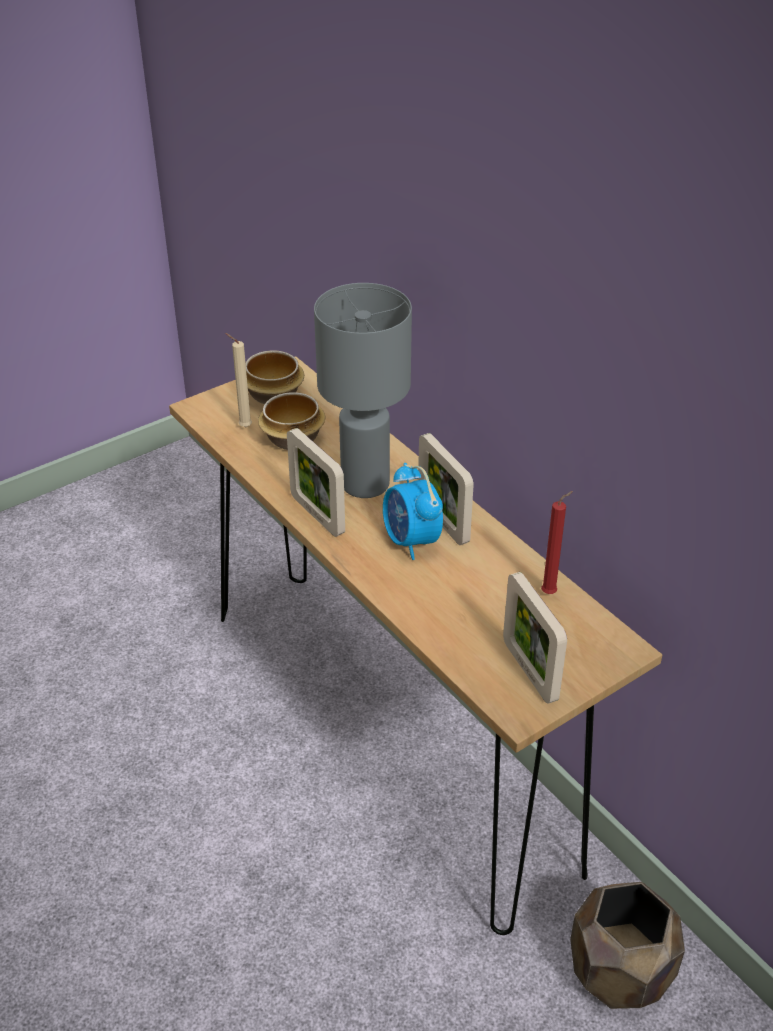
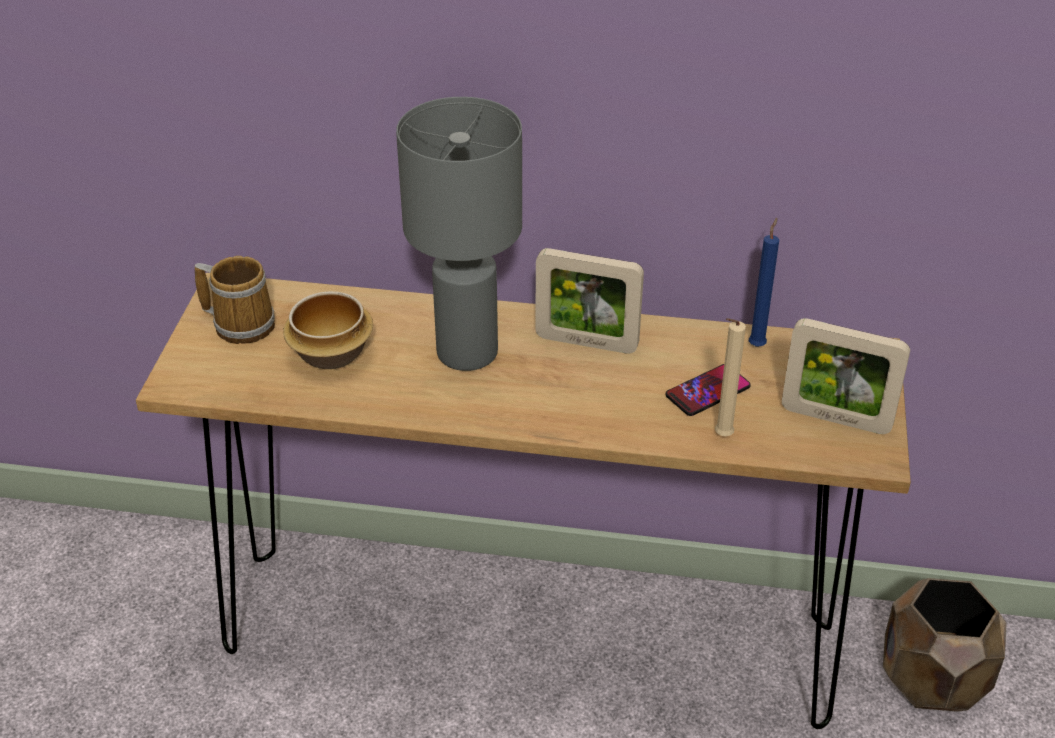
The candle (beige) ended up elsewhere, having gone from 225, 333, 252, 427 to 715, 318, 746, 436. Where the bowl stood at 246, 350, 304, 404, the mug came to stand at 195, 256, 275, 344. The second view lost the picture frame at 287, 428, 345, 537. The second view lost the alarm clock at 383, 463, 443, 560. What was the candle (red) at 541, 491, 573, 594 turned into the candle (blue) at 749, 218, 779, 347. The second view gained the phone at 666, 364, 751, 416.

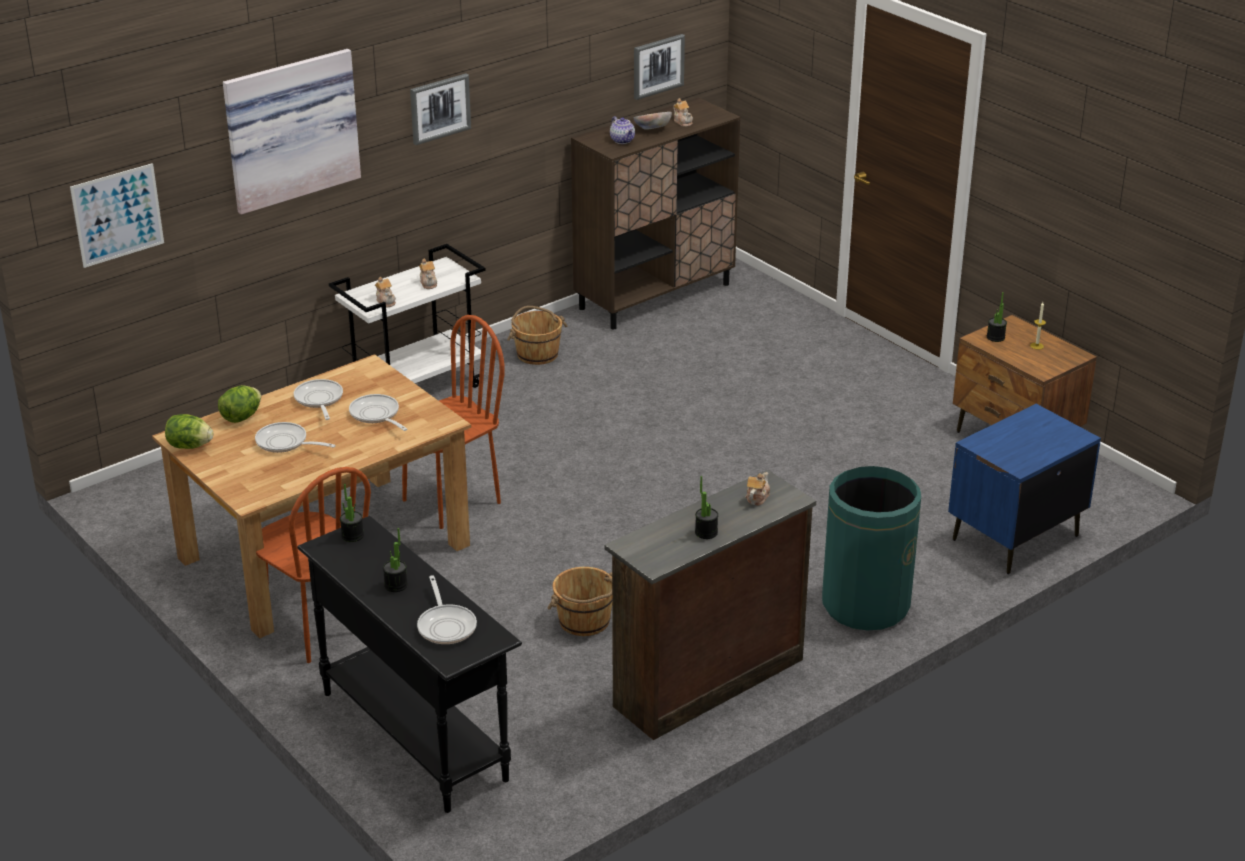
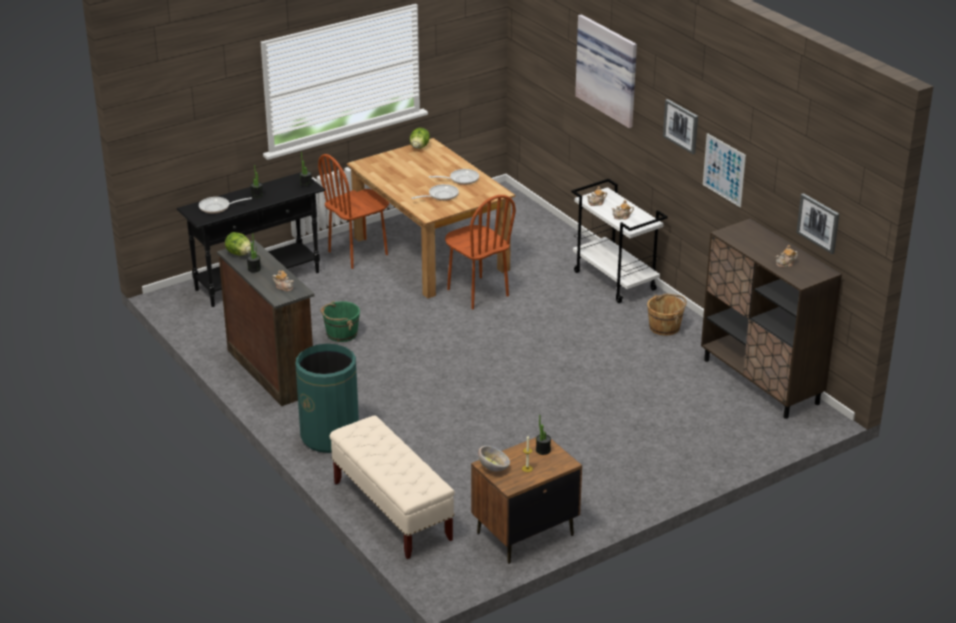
The picture ended up elsewhere, having gone from 70, 163, 164, 268 to 703, 133, 746, 208. The lettuce ended up elsewhere, having gone from 218, 385, 261, 423 to 225, 232, 251, 256. The second view lost the frying pan at 255, 422, 336, 453. What was the bucket (brown) at 547, 567, 612, 636 turned into the bucket (green) at 320, 301, 360, 342. The second view lost the teapot at 610, 116, 635, 144. The bowl ended up elsewhere, having gone from 634, 112, 672, 130 to 478, 446, 510, 472. Where the nightstand (blue) stood at 948, 404, 1101, 574, the bench (beige) came to stand at 330, 415, 455, 559.

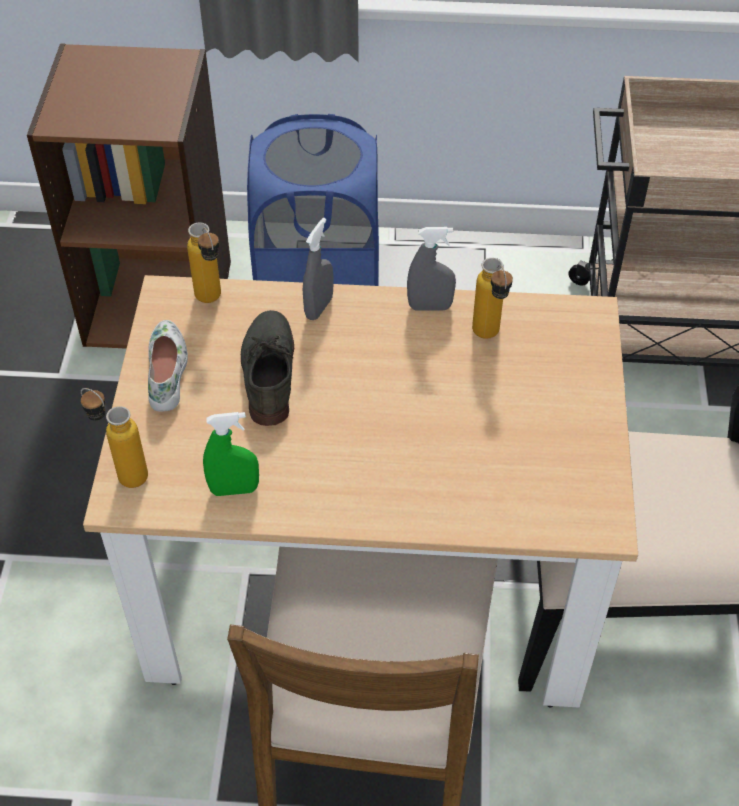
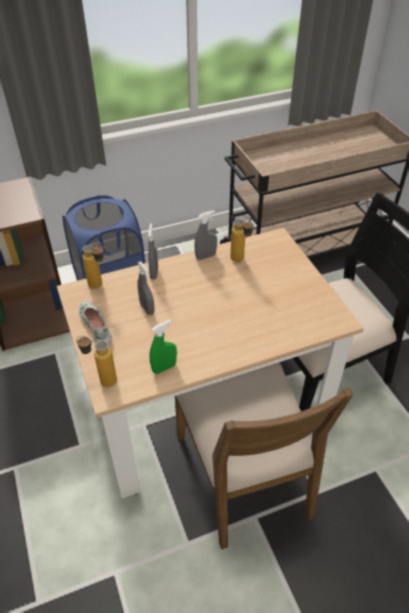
Where the shoe (grey) stood at 241, 310, 294, 426, the spray bottle (grey) came to stand at 138, 261, 155, 315.

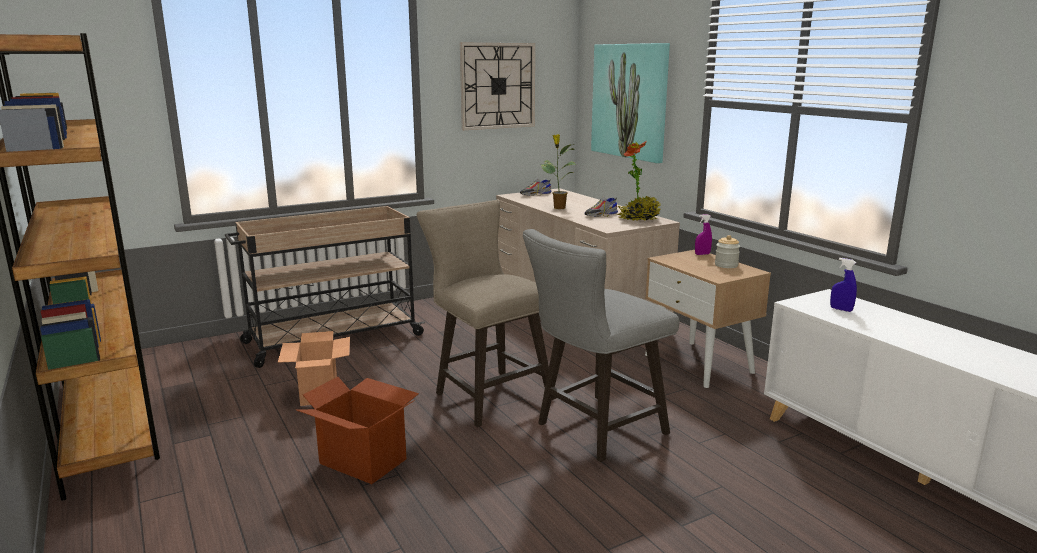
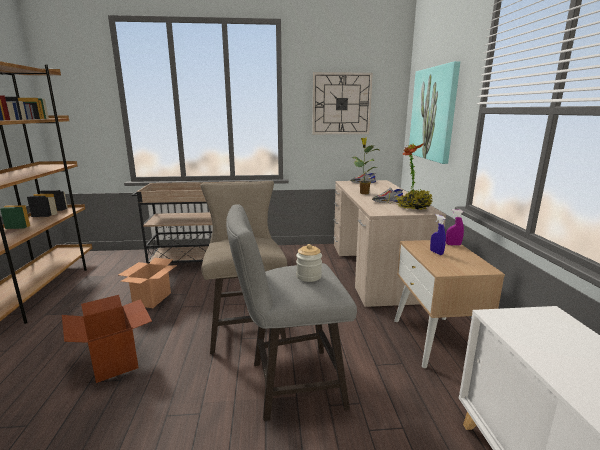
The jar ended up elsewhere, having gone from 715, 235, 740, 268 to 296, 244, 322, 282. The spray bottle (blue) ended up elsewhere, having gone from 830, 258, 857, 312 to 430, 214, 446, 255.

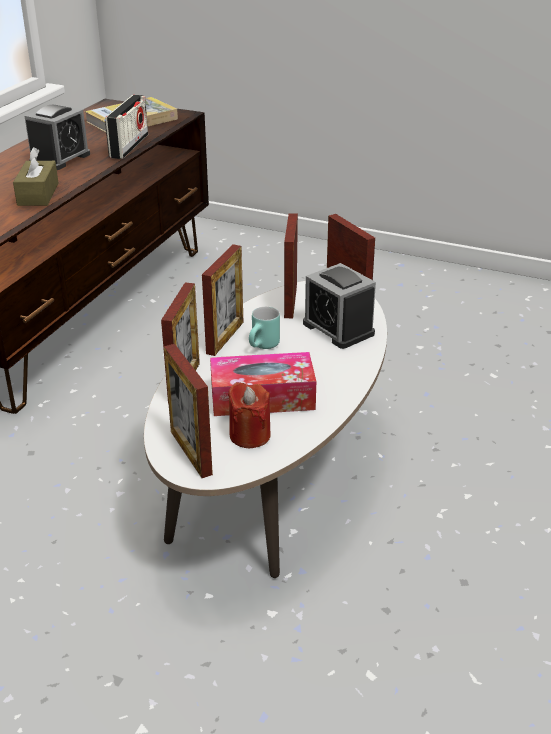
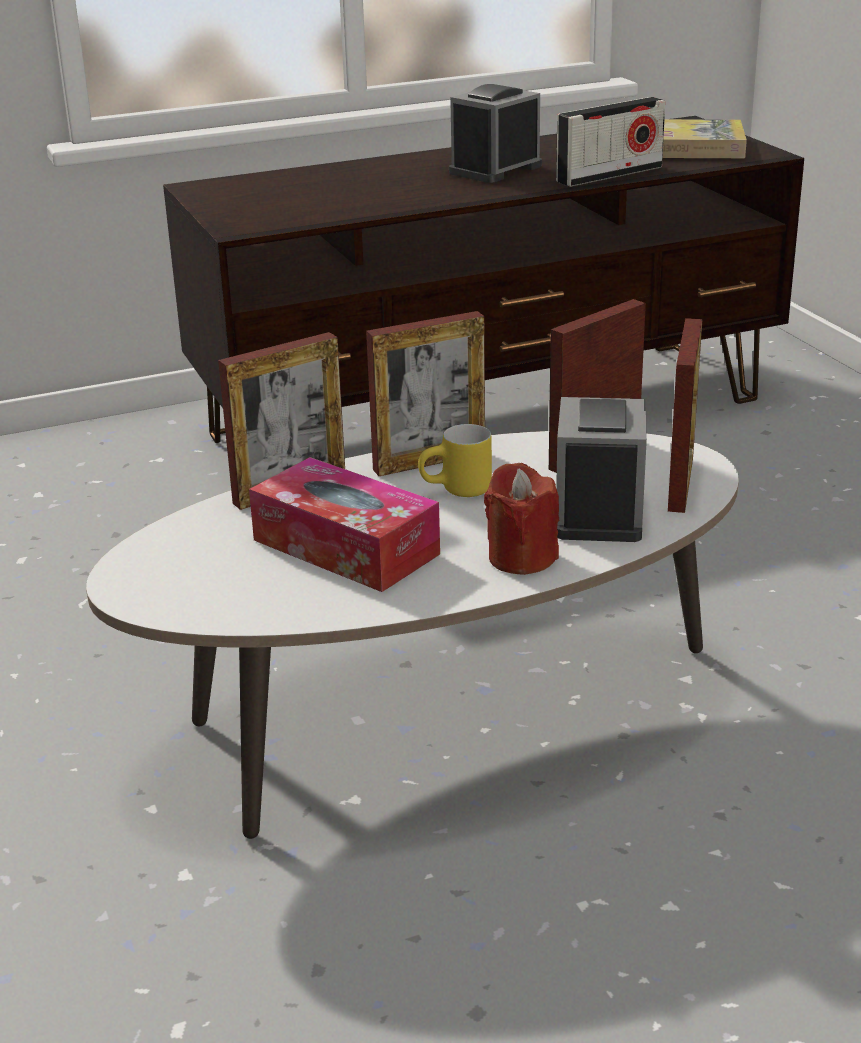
The second view lost the tissue box (brown) at 13, 147, 59, 206. The alarm clock at 24, 104, 90, 170 ended up facing another way, 150 degrees clockwise from before. The second view lost the picture frame at 164, 344, 213, 478. The candle (red) ended up elsewhere, having gone from 228, 382, 271, 448 to 484, 463, 559, 575. What was the mug (turquoise) at 249, 306, 280, 349 turned into the mug (yellow) at 418, 424, 492, 497.

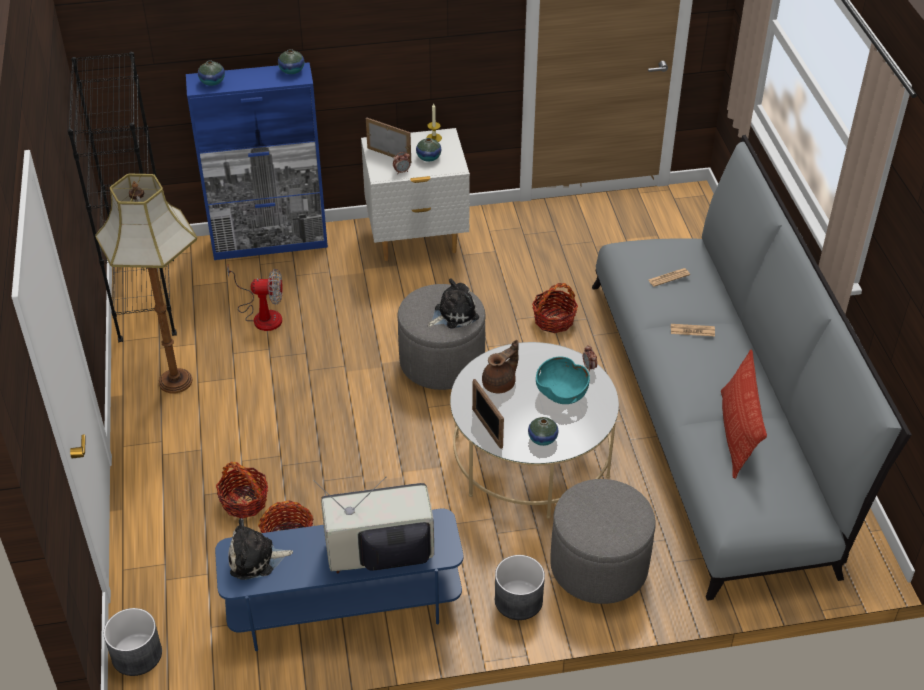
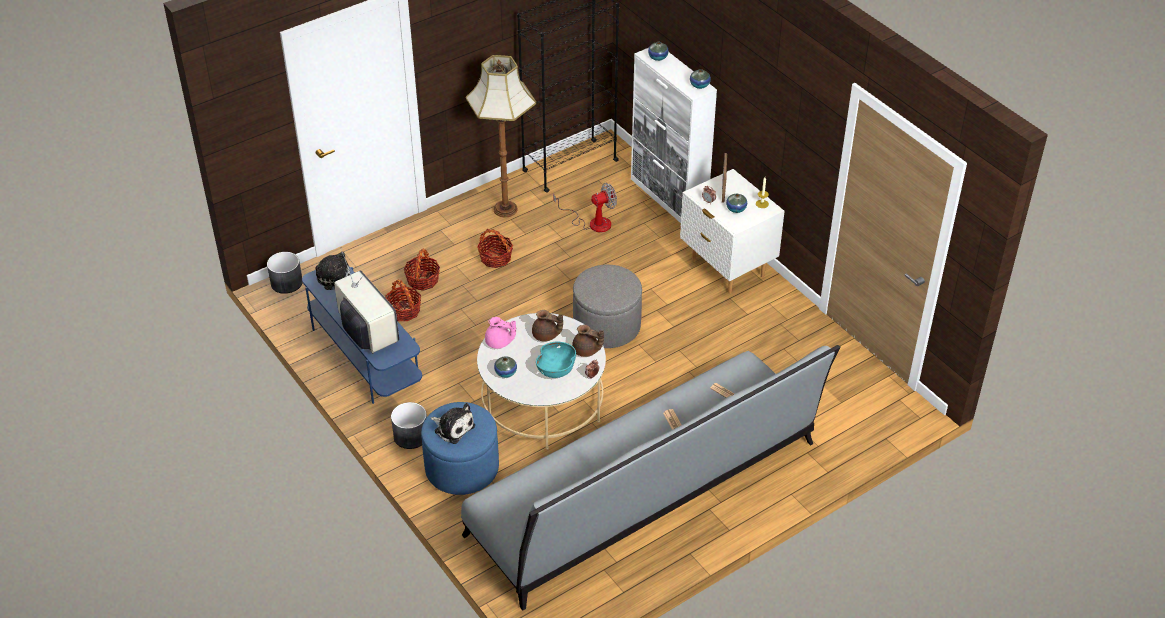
What was the cabinet (blue) at 186, 62, 328, 260 turned into the cabinet (white) at 631, 48, 717, 223. The fan at 227, 266, 283, 331 ended up facing another way, 90 degrees counterclockwise from before. The plush toy ended up elsewhere, having gone from 427, 278, 479, 329 to 431, 403, 475, 444. Where the picture frame stood at 472, 379, 504, 449, the teapot (pink) came to stand at 485, 317, 516, 349. The basket ended up elsewhere, having gone from 532, 283, 578, 333 to 477, 229, 513, 268. What was the ottoman (grey) at 550, 479, 656, 604 turned into the ottoman (blue) at 421, 402, 499, 495. The second view lost the pillow at 721, 349, 767, 479. The second view gained the teapot (brown) at 572, 325, 604, 357.

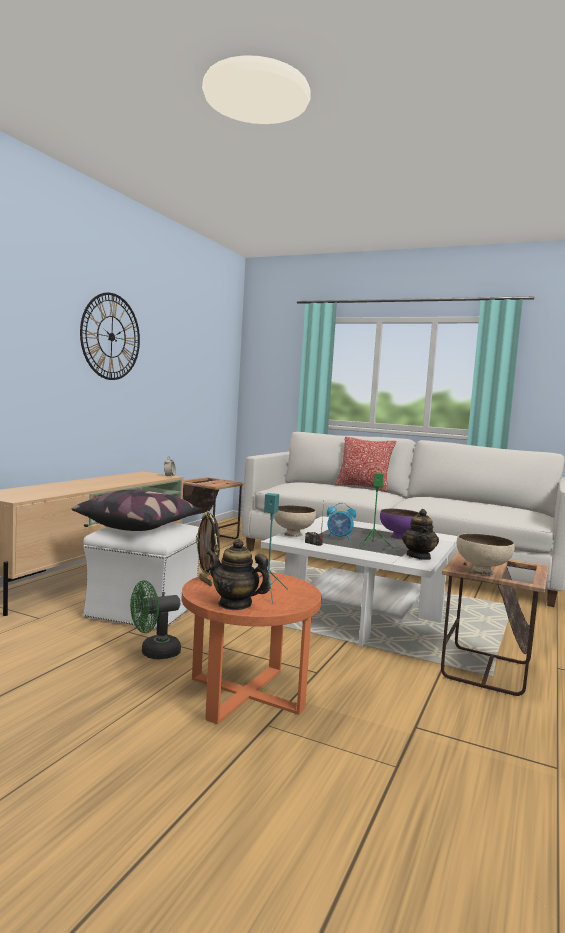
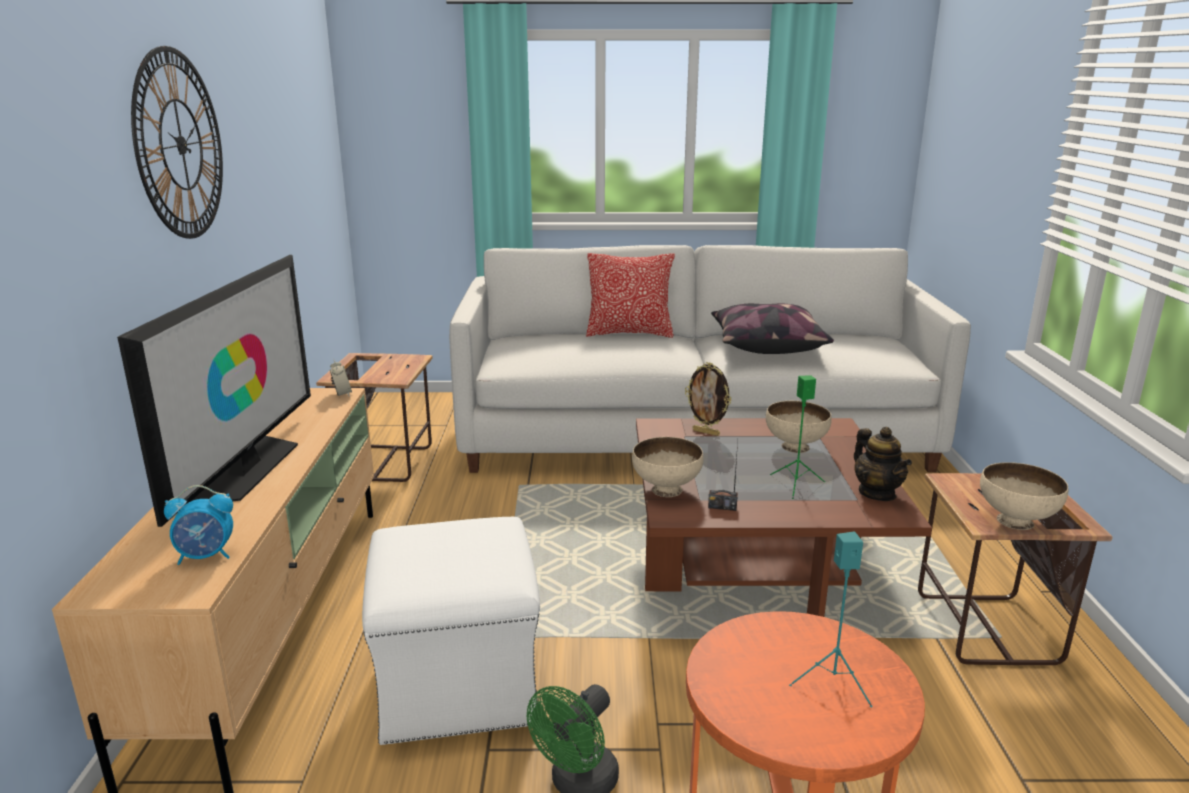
The pillow ended up elsewhere, having gone from 72, 489, 202, 531 to 711, 304, 834, 354. The picture frame ended up elsewhere, having gone from 196, 511, 220, 586 to 685, 362, 731, 436. The second view lost the teapot at 207, 539, 270, 610. What was the coffee table (white) at 261, 516, 458, 647 turned into the coffee table (brown) at 636, 418, 932, 617. The alarm clock ended up elsewhere, having gone from 327, 503, 356, 540 to 164, 485, 233, 565. What was the bowl (purple) at 380, 509, 419, 539 turned into the bowl (beige) at 766, 401, 832, 453. The second view gained the television at 117, 255, 311, 527.

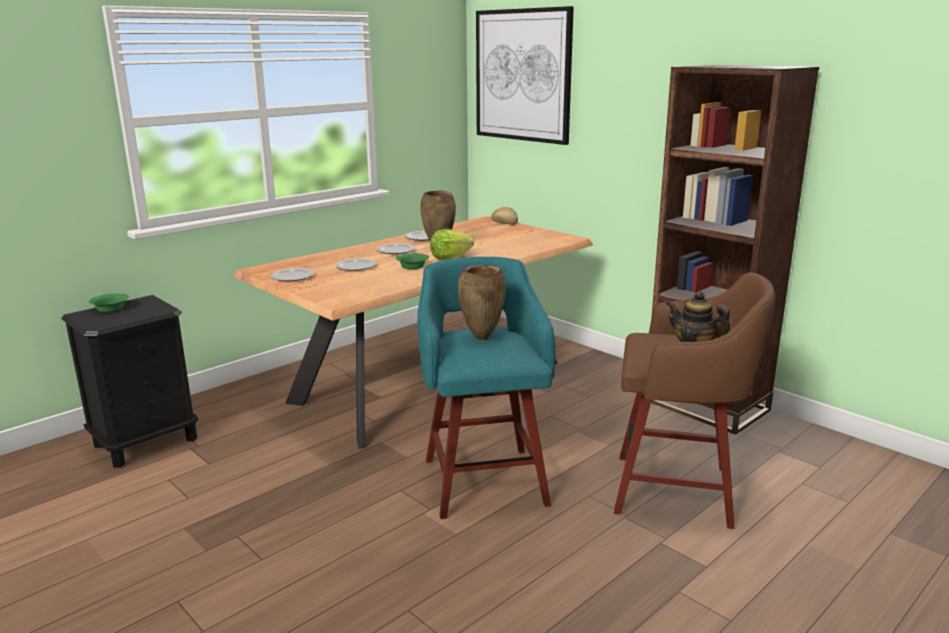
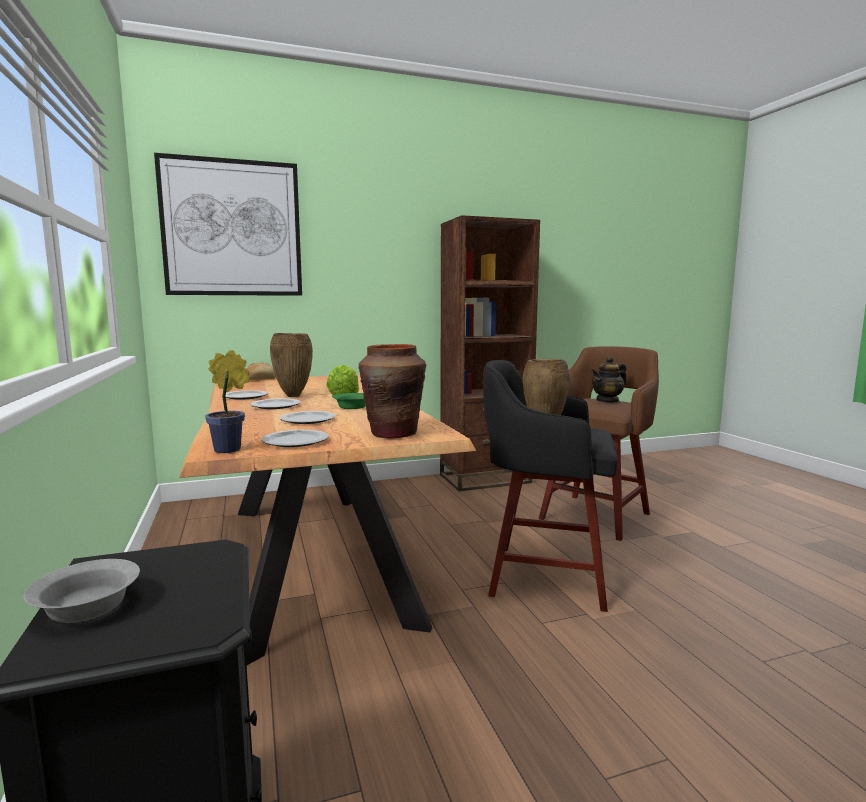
What was the bowl (green) at 89, 293, 129, 312 turned into the bowl (grey) at 24, 559, 140, 623. What was the stool (turquoise) at 417, 257, 555, 519 turned into the stool (black) at 483, 360, 618, 612. The second view gained the potted plant at 205, 350, 249, 453. The second view gained the vase (brown) at 359, 344, 426, 439.

